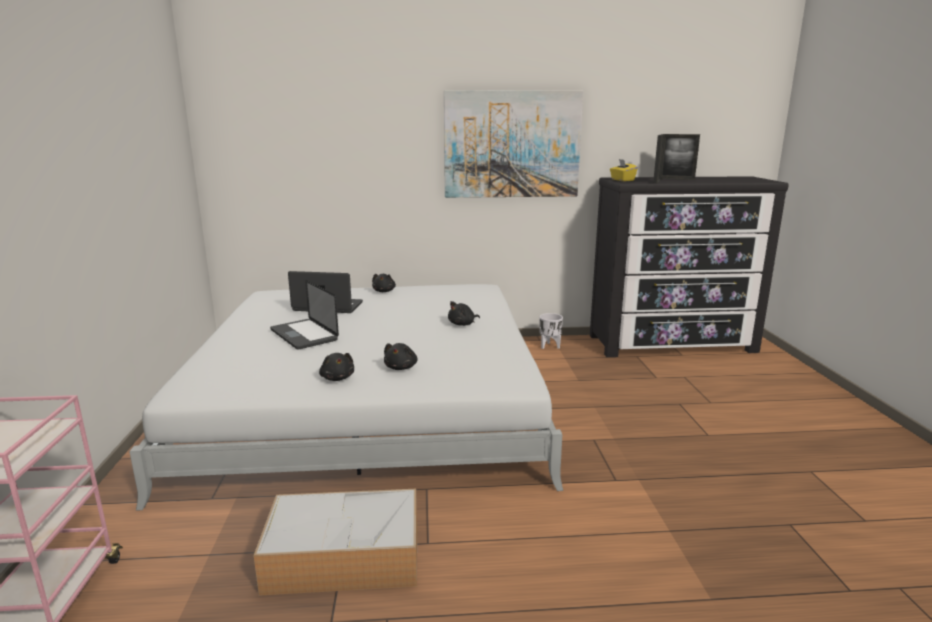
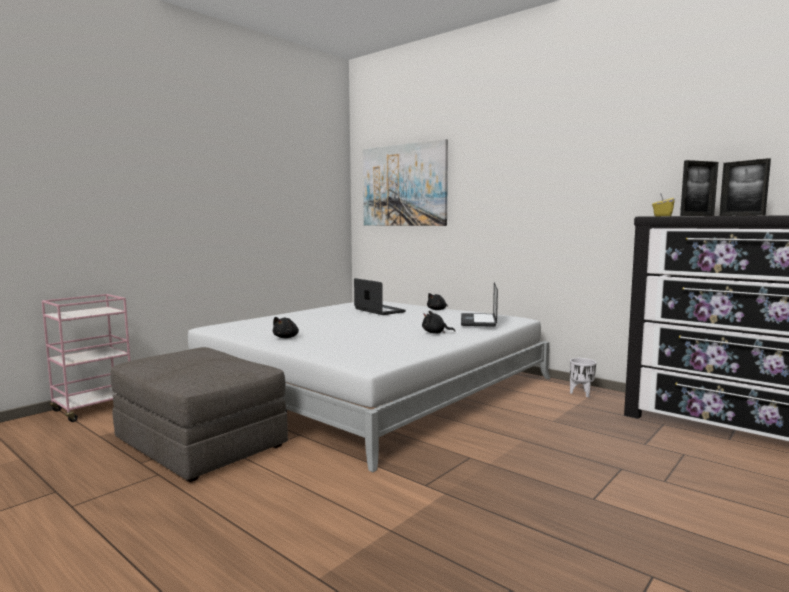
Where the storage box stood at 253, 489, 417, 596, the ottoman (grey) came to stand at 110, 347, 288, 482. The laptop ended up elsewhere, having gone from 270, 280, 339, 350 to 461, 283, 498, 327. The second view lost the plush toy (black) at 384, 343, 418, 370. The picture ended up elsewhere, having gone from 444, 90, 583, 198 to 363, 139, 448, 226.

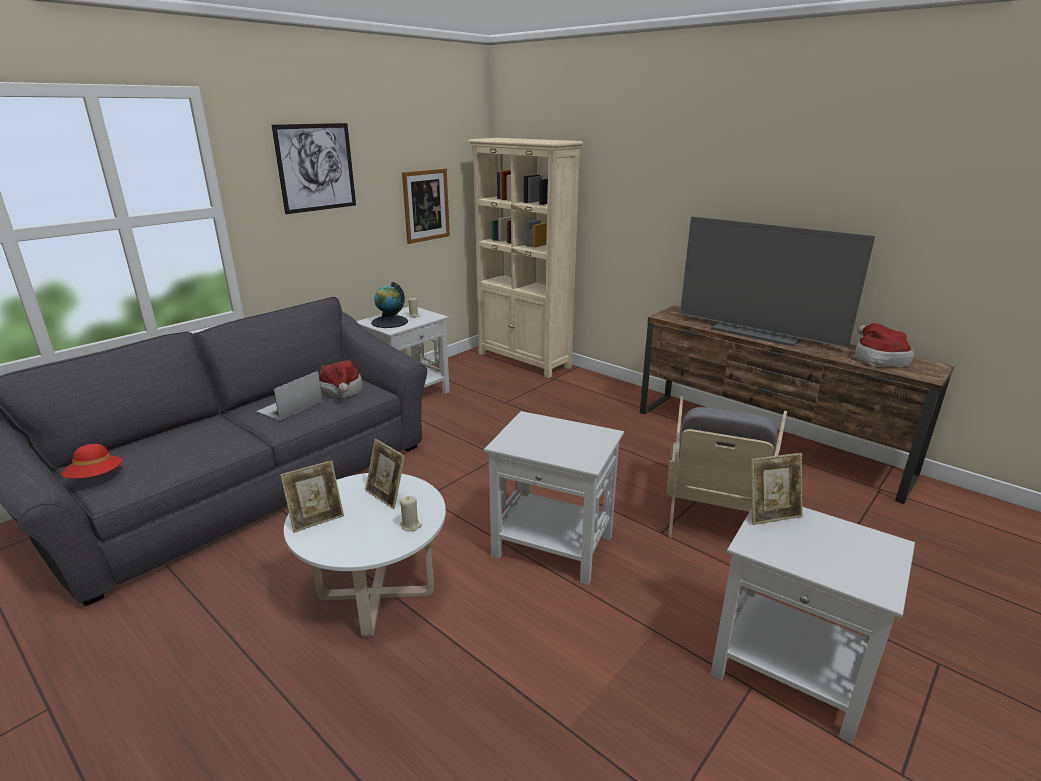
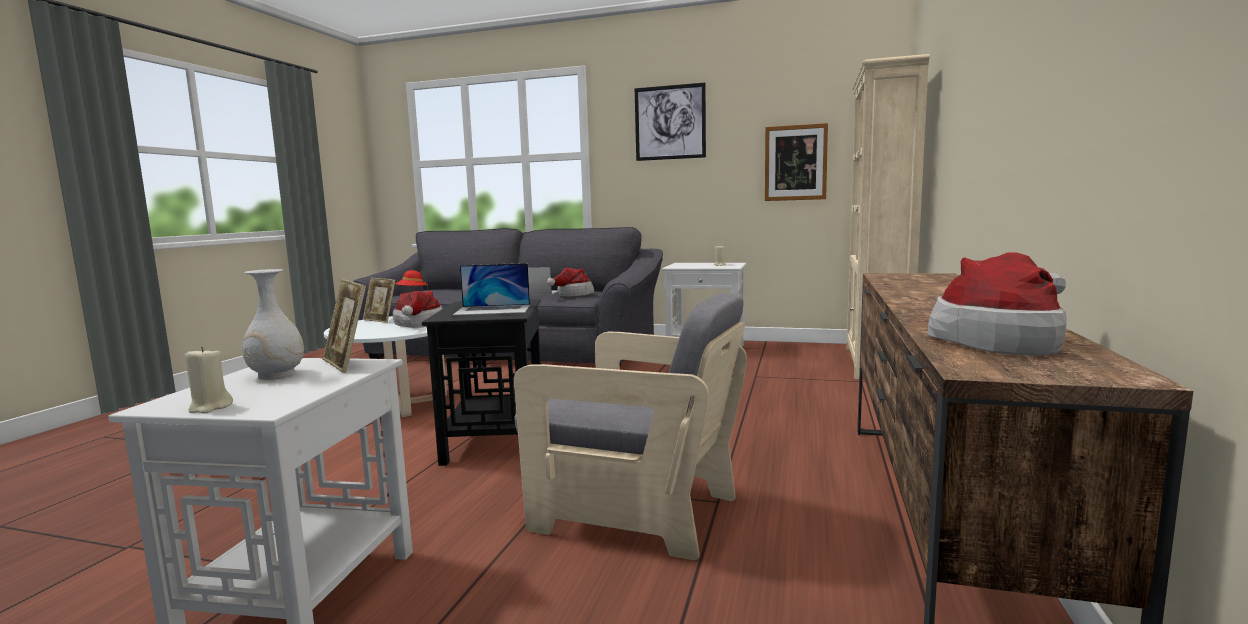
Where the picture frame stood at 365, 439, 405, 509, the hat came to stand at 393, 290, 443, 328. The second view lost the globe at 371, 282, 408, 328. The candle (beige) ended up elsewhere, having gone from 400, 496, 422, 531 to 185, 347, 233, 414. What was the side table (white) at 484, 411, 624, 585 turned into the side table (black) at 422, 299, 541, 466. The armchair (grey) at 666, 396, 787, 538 ended up facing another way, 150 degrees counterclockwise from before. The second view lost the television at 680, 216, 875, 348. The second view gained the vase (white) at 242, 269, 304, 380. The second view gained the laptop at 453, 263, 530, 315.

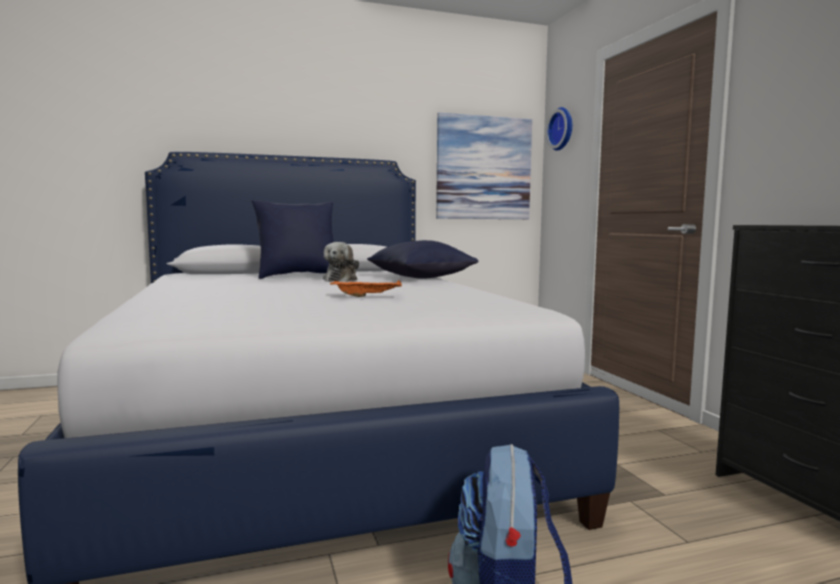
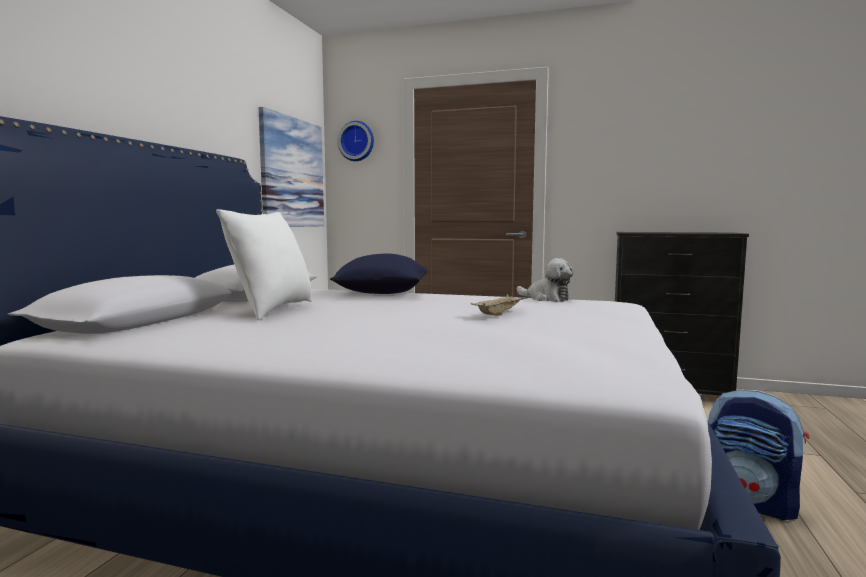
What was the pillow (blue) at 252, 200, 334, 279 turned into the pillow (white) at 216, 209, 312, 320. The plush toy ended up elsewhere, having gone from 322, 242, 359, 282 to 517, 258, 574, 302. What was the tray (orange) at 330, 280, 402, 297 turned into the tray (beige) at 471, 294, 527, 316.

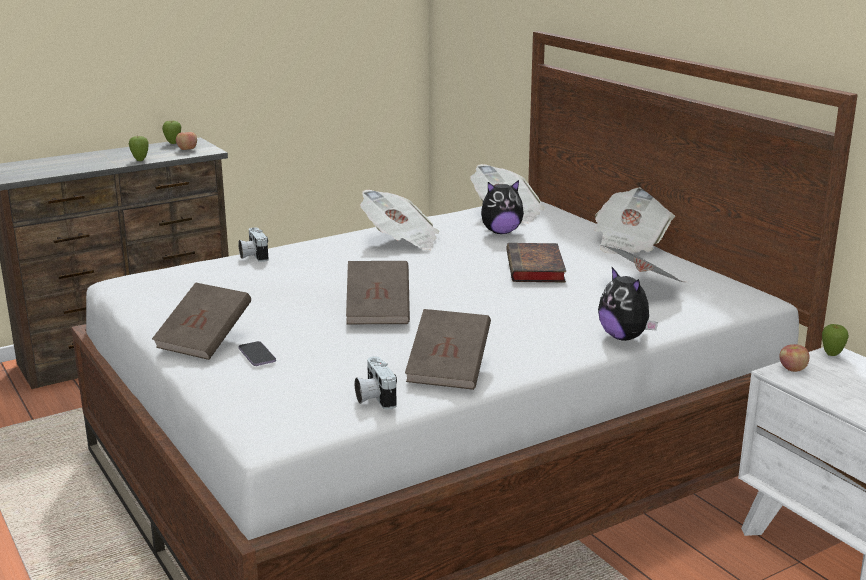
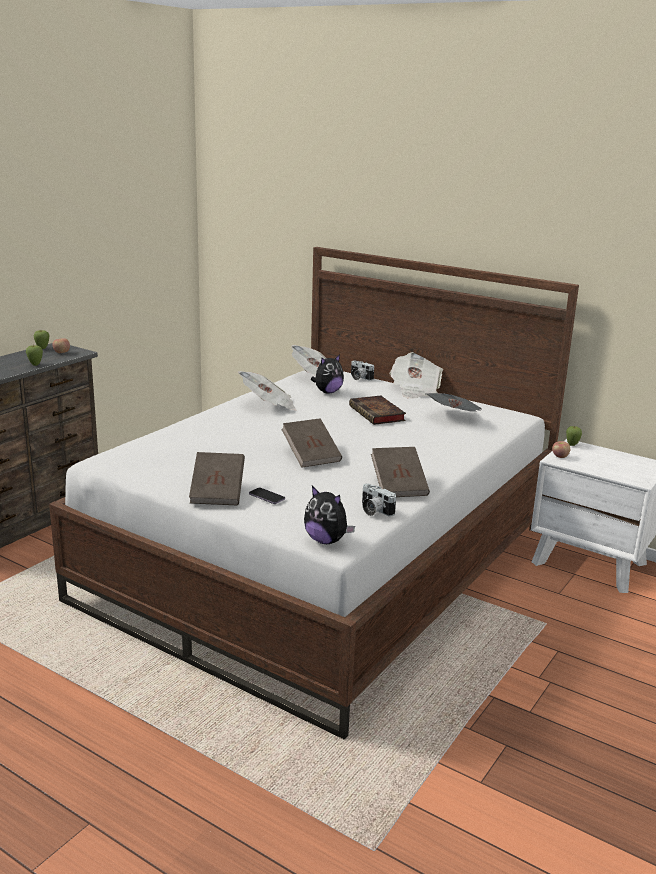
The photo camera ended up elsewhere, having gone from 239, 227, 269, 262 to 351, 361, 374, 381. The plush toy ended up elsewhere, having gone from 598, 267, 658, 341 to 304, 486, 355, 544.

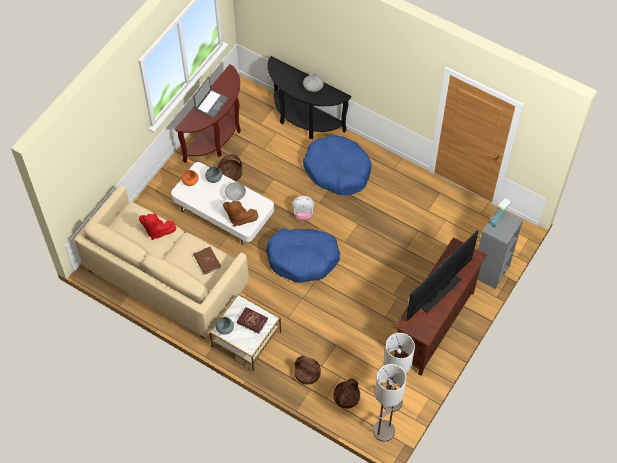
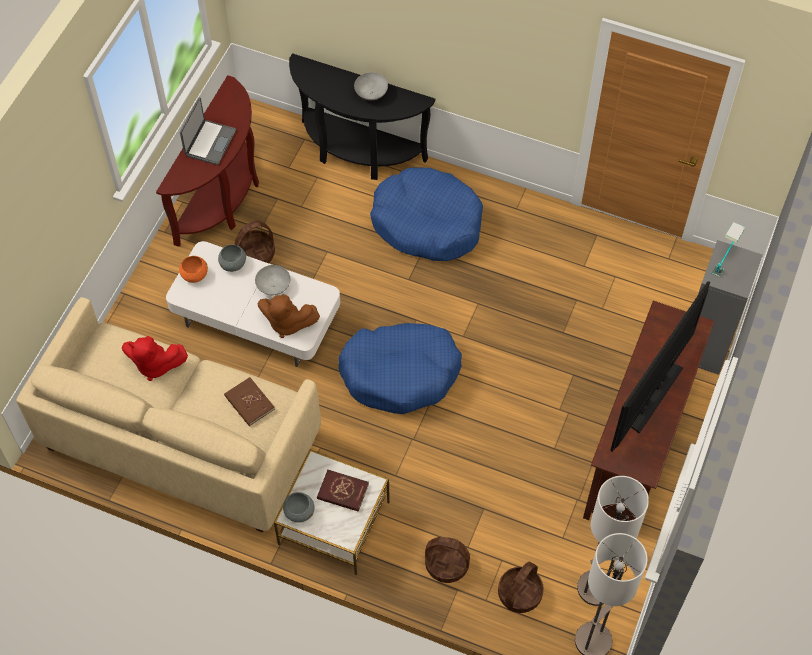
The second view lost the plush toy at 292, 196, 314, 221.

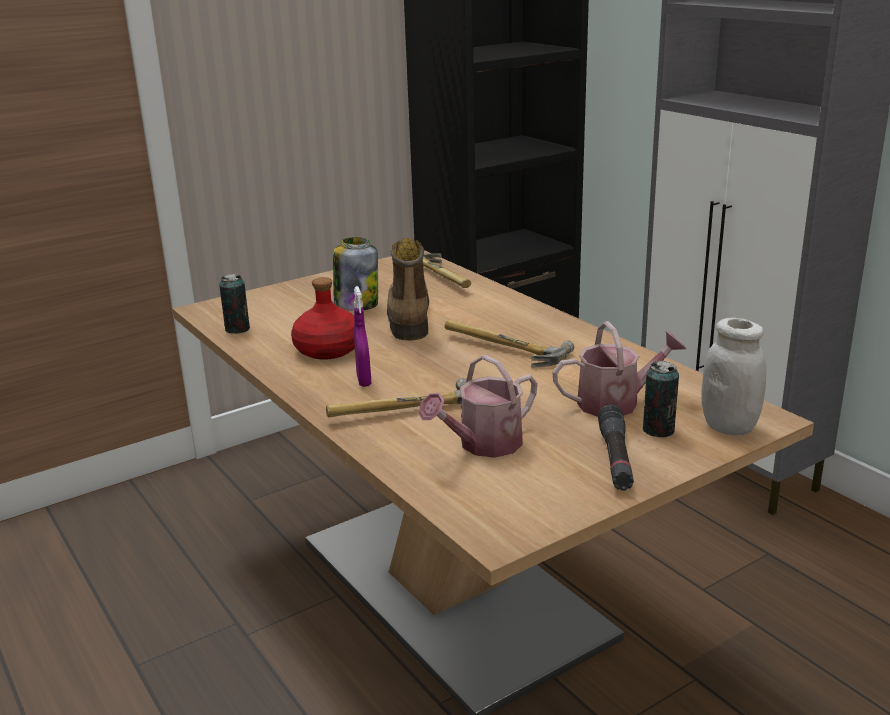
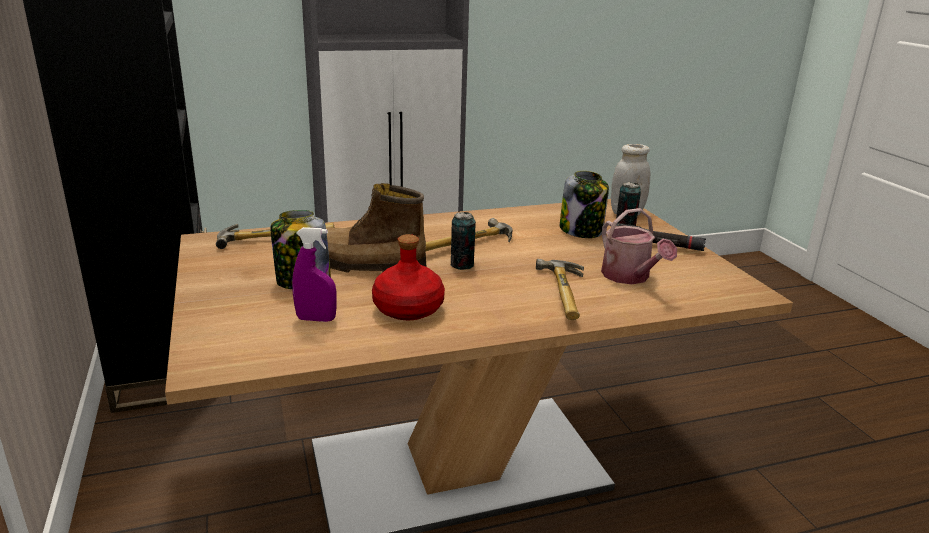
The can ended up elsewhere, having gone from 219, 274, 250, 334 to 451, 212, 476, 270. The spray bottle (purple) ended up elsewhere, having gone from 354, 286, 371, 387 to 292, 227, 337, 322. Where the watering can stood at 552, 321, 686, 417, the jar came to stand at 560, 171, 609, 238.

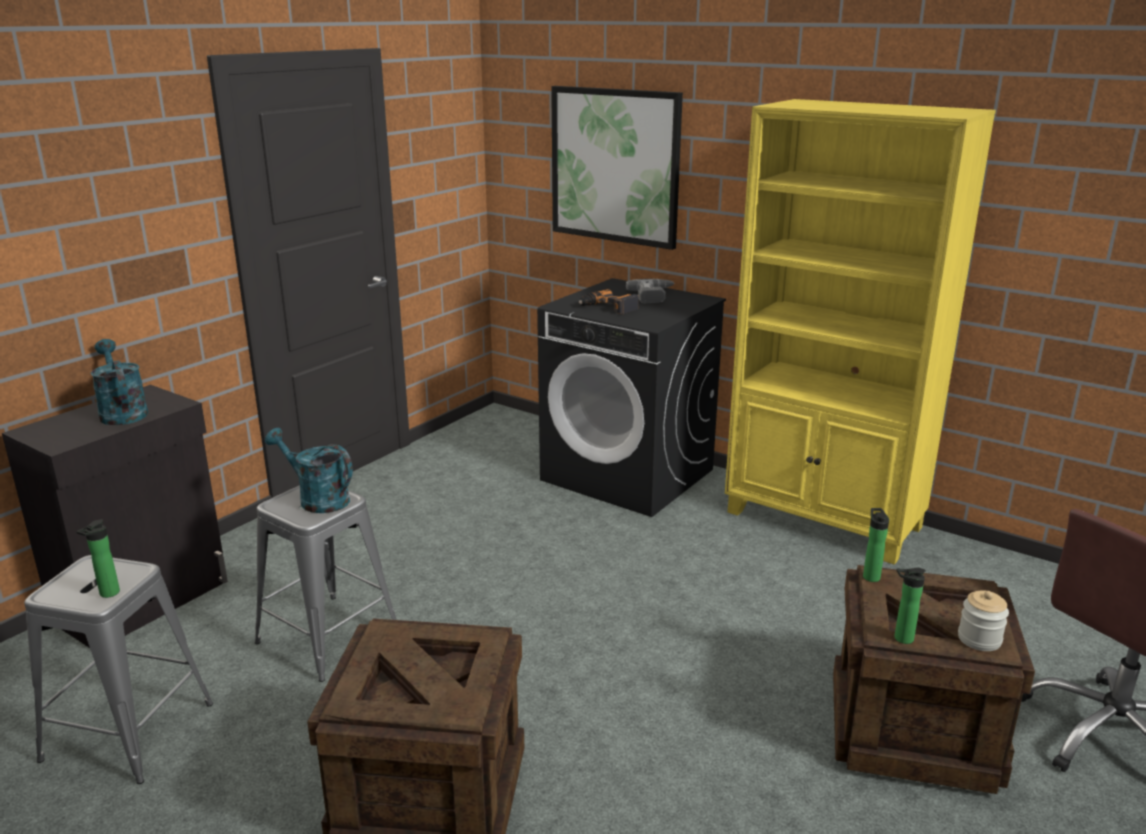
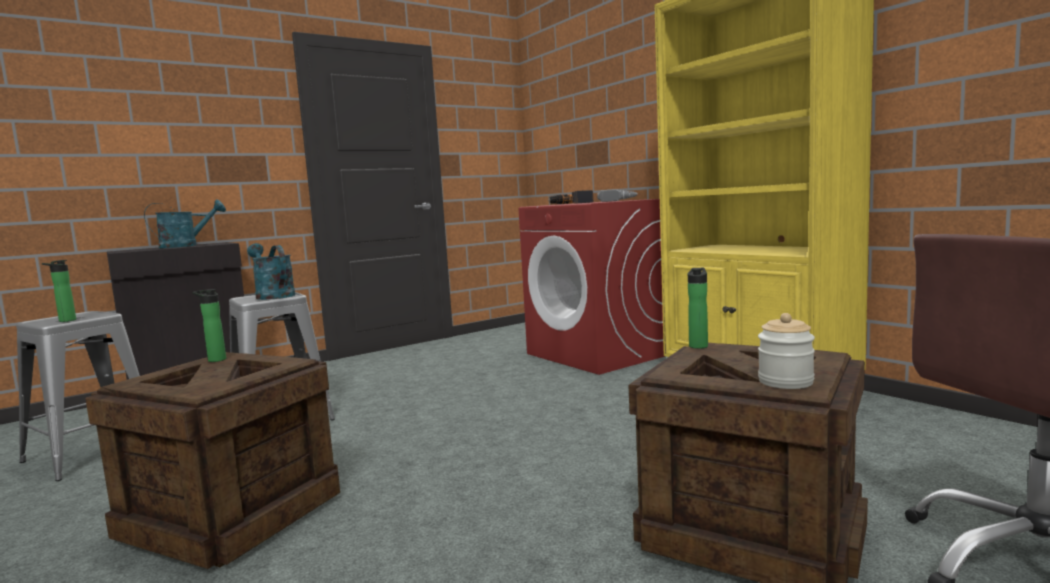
The watering can (turquoise) at 91, 339, 148, 425 ended up facing another way, 75 degrees clockwise from before. What was the washing machine (black) at 537, 278, 726, 517 turned into the washing machine (red) at 519, 199, 665, 375. The second view lost the picture at 551, 86, 683, 250. The bottle ended up elsewhere, having gone from 894, 567, 926, 644 to 192, 289, 226, 362.

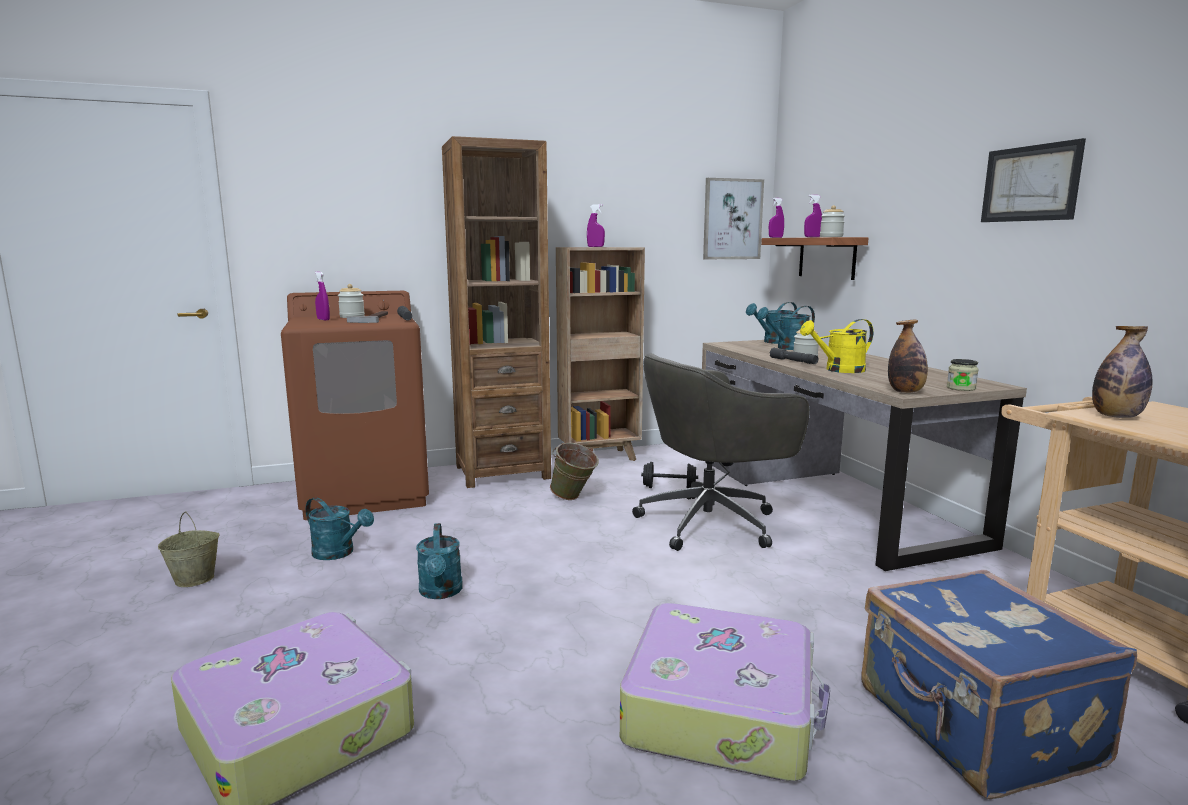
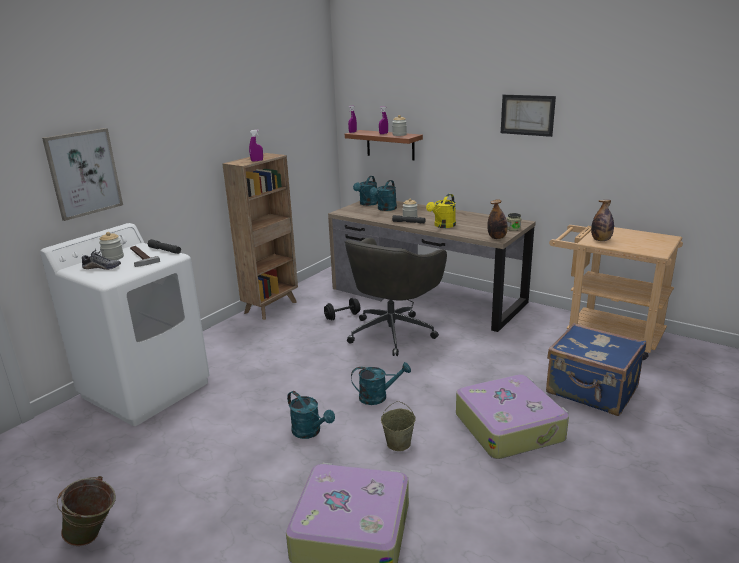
The bucket (beige) ended up elsewhere, having gone from 158, 512, 220, 587 to 381, 401, 416, 451. What was the washing machine (brown) at 281, 291, 429, 520 turned into the washing machine (white) at 40, 223, 210, 426. The watering can (turquoise) ended up elsewhere, having gone from 306, 497, 374, 560 to 351, 362, 411, 405. Where the spray bottle (purple) stood at 315, 272, 330, 321, the shoe came to stand at 81, 249, 121, 270. The second view lost the bookcase (brown) at 442, 136, 551, 488. The bucket (green) ended up elsewhere, having gone from 550, 443, 599, 500 to 57, 476, 116, 546. The picture ended up elsewhere, having gone from 703, 178, 764, 259 to 42, 128, 123, 221.

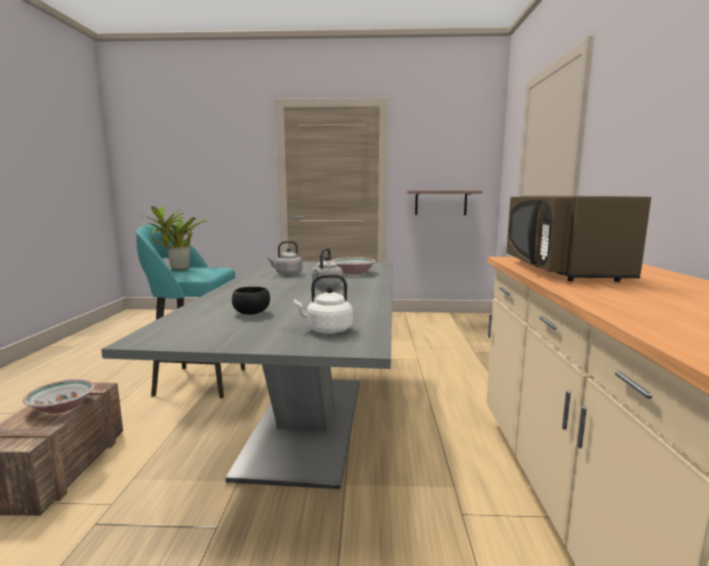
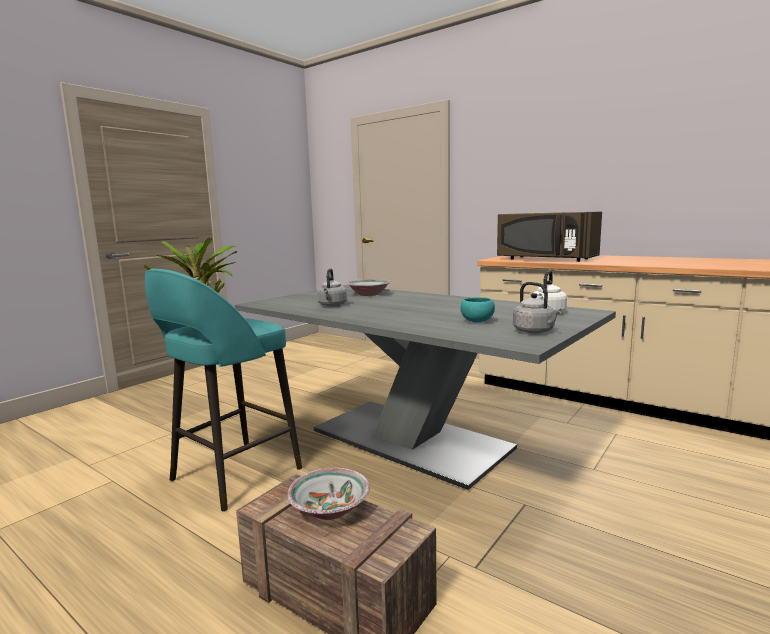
What was the bowl (black) at 232, 287, 270, 315 turned into the bowl (turquoise) at 460, 297, 495, 322. The kettle (grey) ended up elsewhere, having gone from 312, 248, 343, 288 to 513, 282, 561, 333. The second view lost the shelf at 407, 190, 482, 215.

